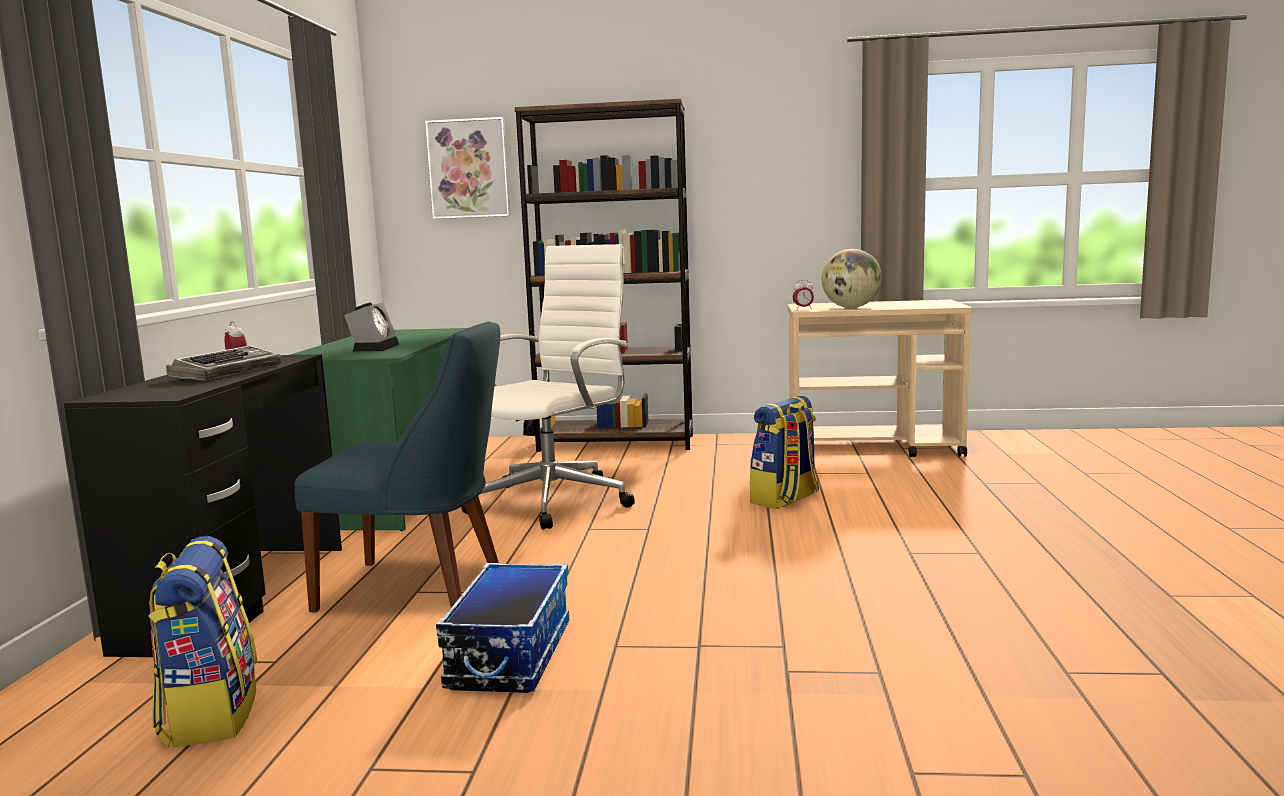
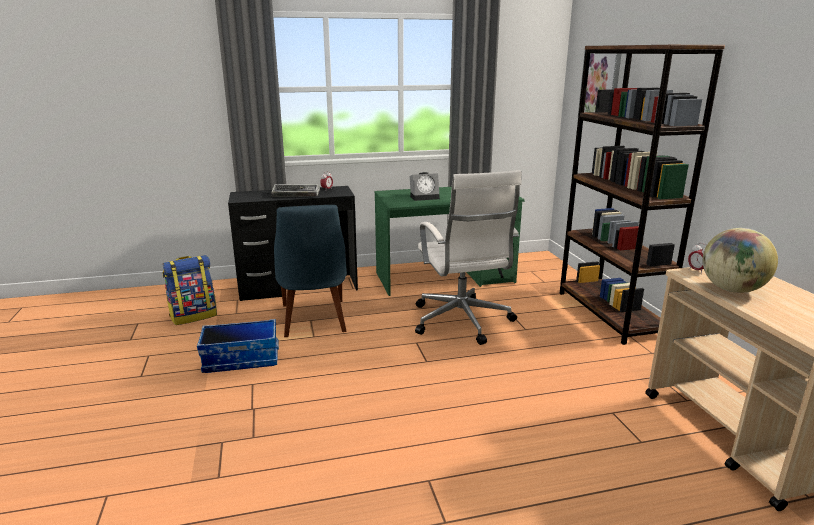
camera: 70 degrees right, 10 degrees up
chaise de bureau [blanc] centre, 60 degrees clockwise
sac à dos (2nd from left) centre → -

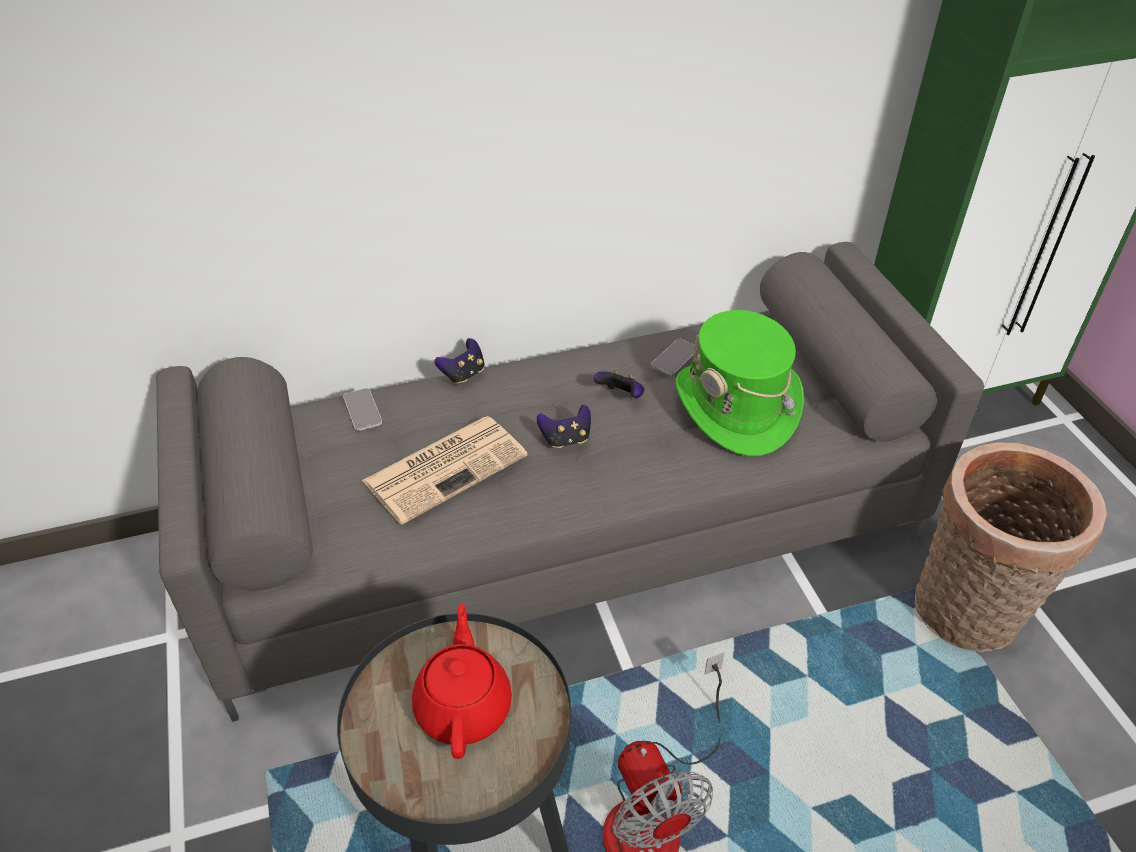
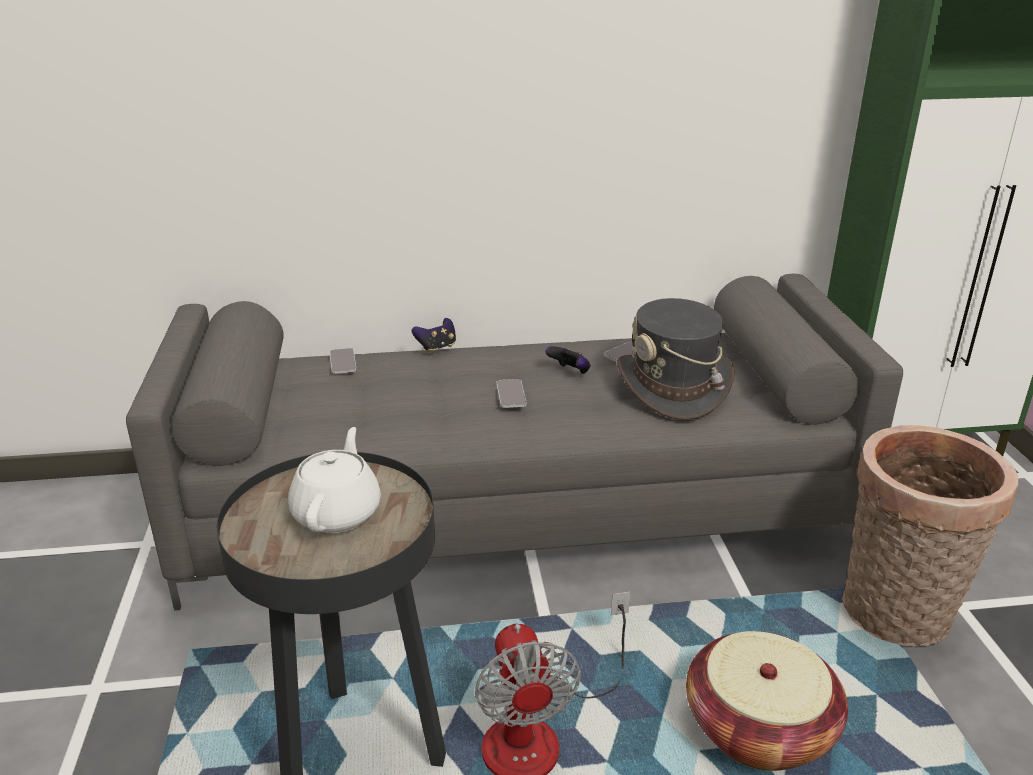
camera: 10 degrees right, 15 degrees down
théière [rouge] bottom centre → théière [blanc] middle left
manette (2nd from left) centre → téléphone (2nd from left) centre
chapeau [vert] centre → chapeau [gris] centre
- → panier (1st from left) bottom right
journal centre → -

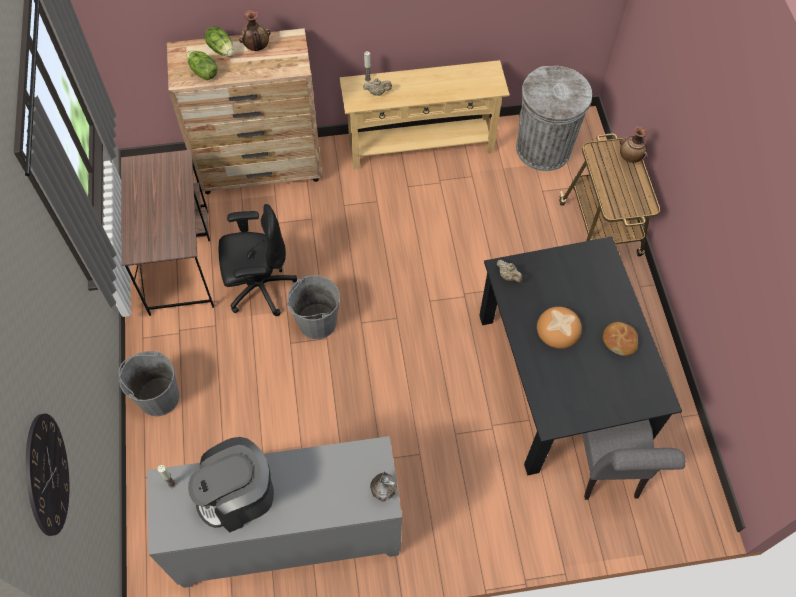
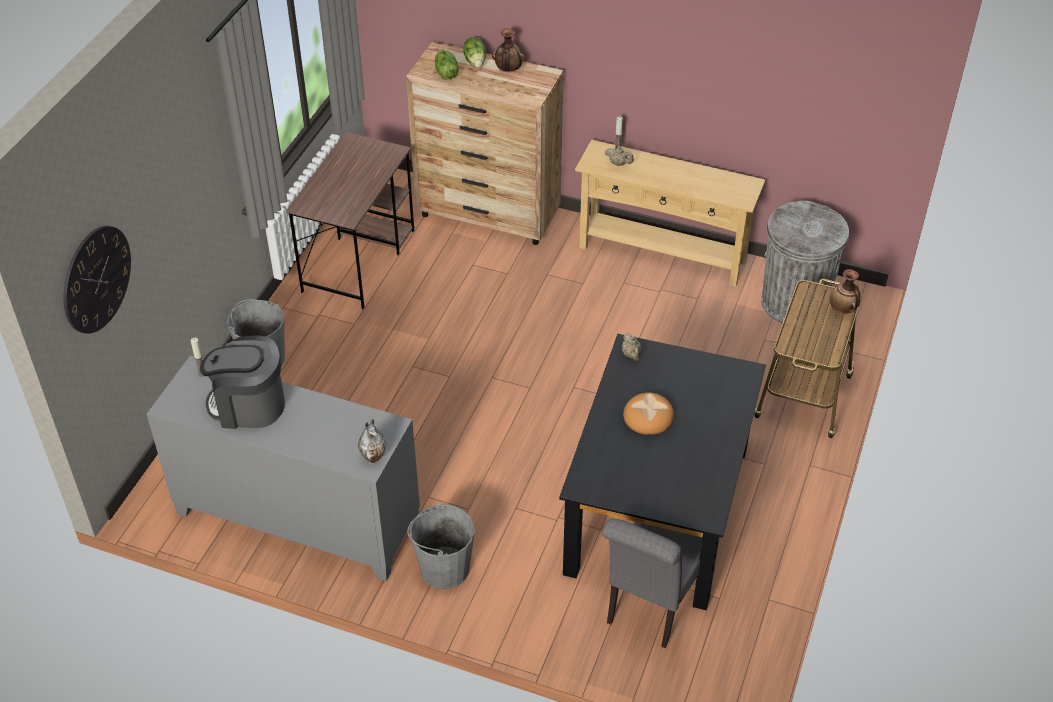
camera: 30 degrees right, 15 degrees down
seau [gris] (2nd from left) centre → seau [gris] (2nd from left) bottom centre, moved
chaise de bureau [noir] middle left → -
pain (2nd from left) middle right → -

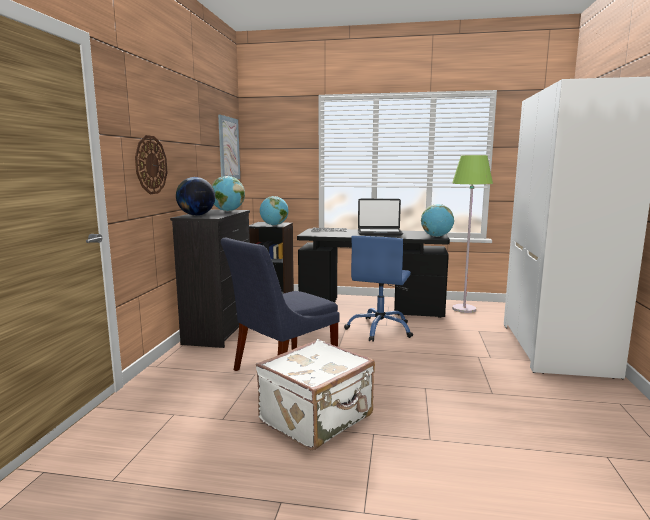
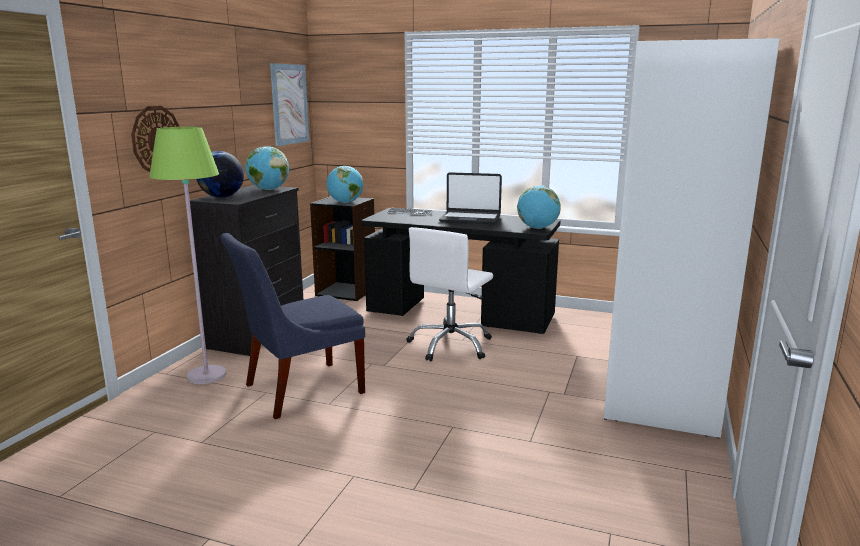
camera: 10 degrees right, 5 degrees up
lampadaire [vert] middle right → lampadaire [vert] middle left, moved
chaise de bureau [bleu] centre → chaise de bureau [blanc] centre
valise [blanc] bottom centre → -

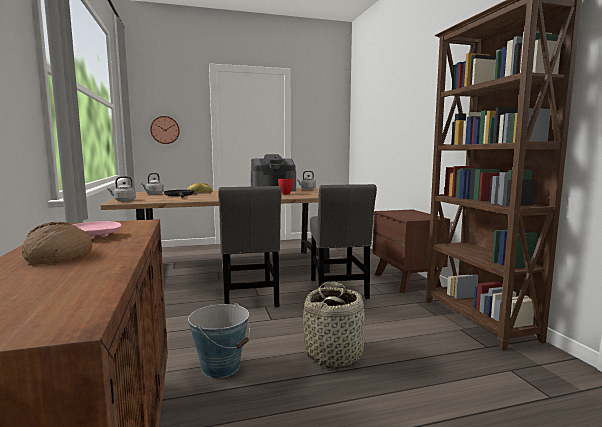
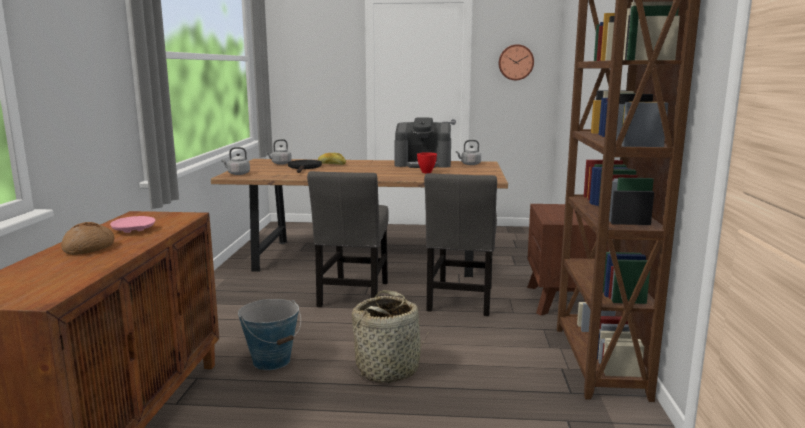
camera: 20 degrees right, 5 degrees up
horloge murale top left → horloge murale top centre, moved

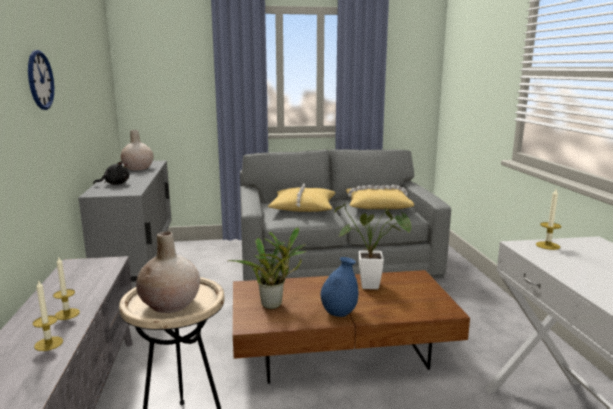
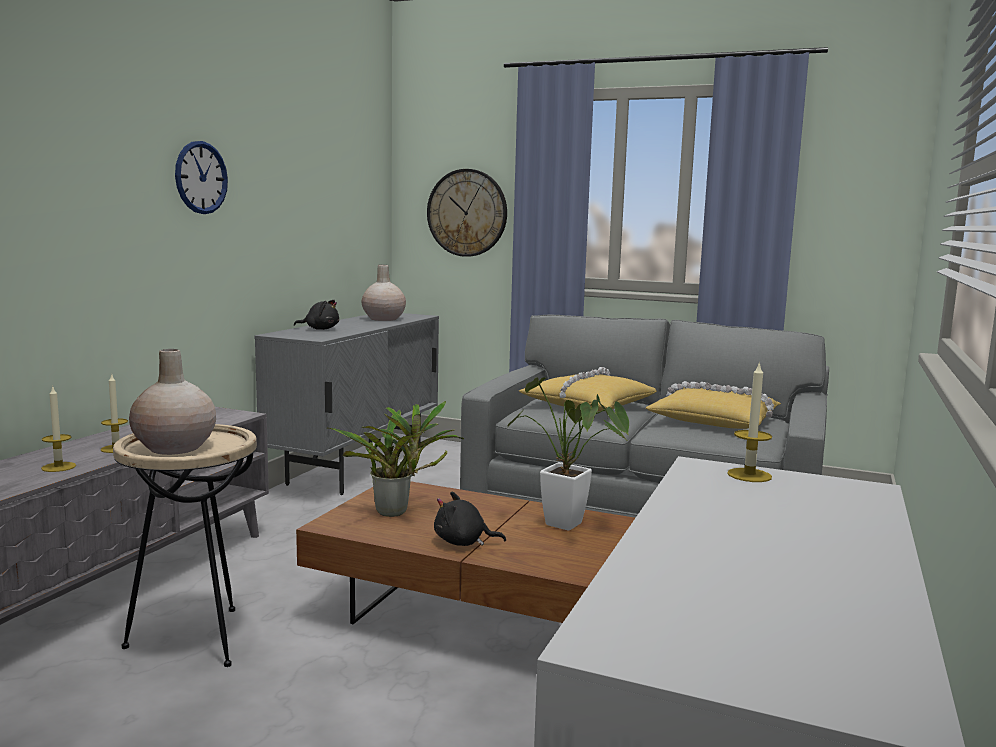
camera: 30 degrees right, 5 degrees down
- → horloge murale (2nd from left) top centre
vase [bleu] bottom centre → peluche [noir] (2nd from left) bottom centre

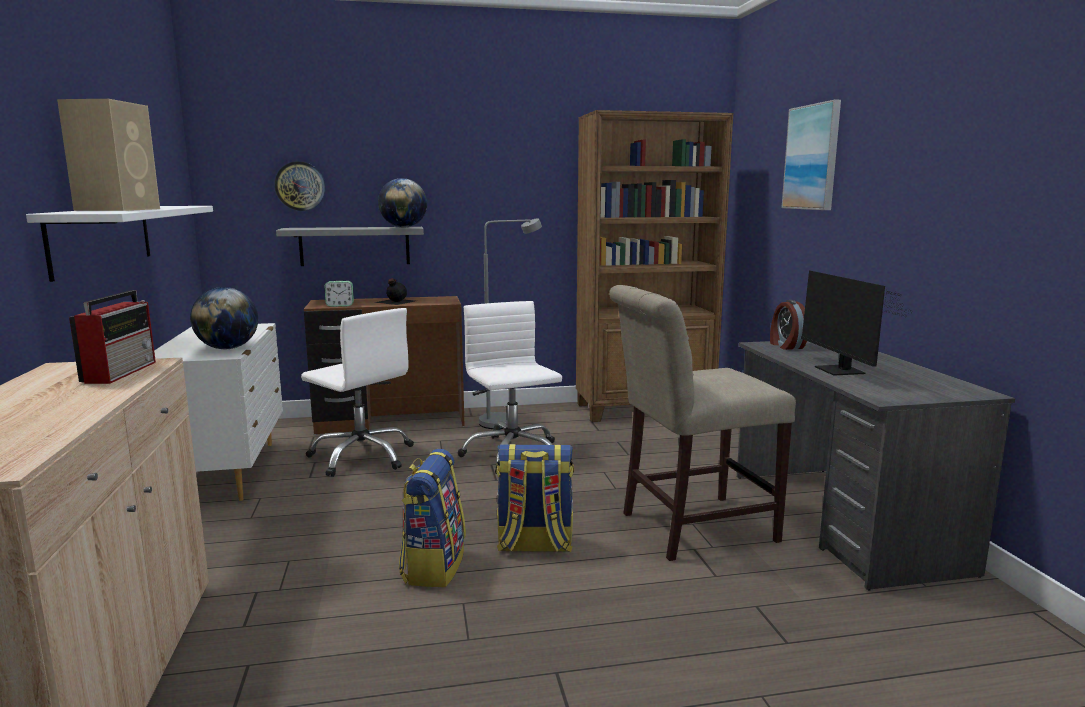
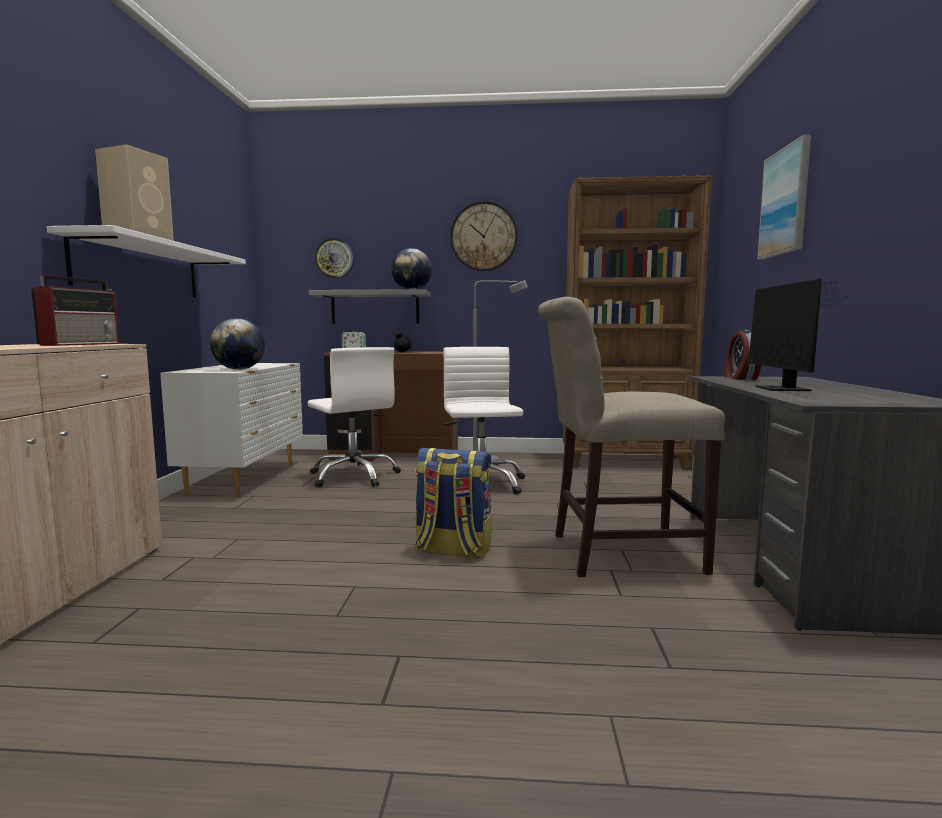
camera: 15 degrees right, 5 degrees down
- → horloge murale (2nd from left) top centre
sac à dos (1st from left) bottom centre → -

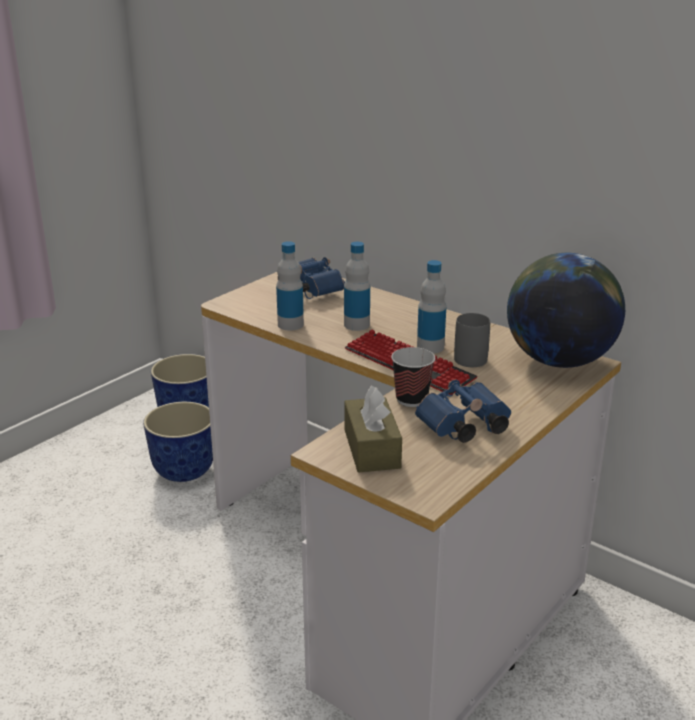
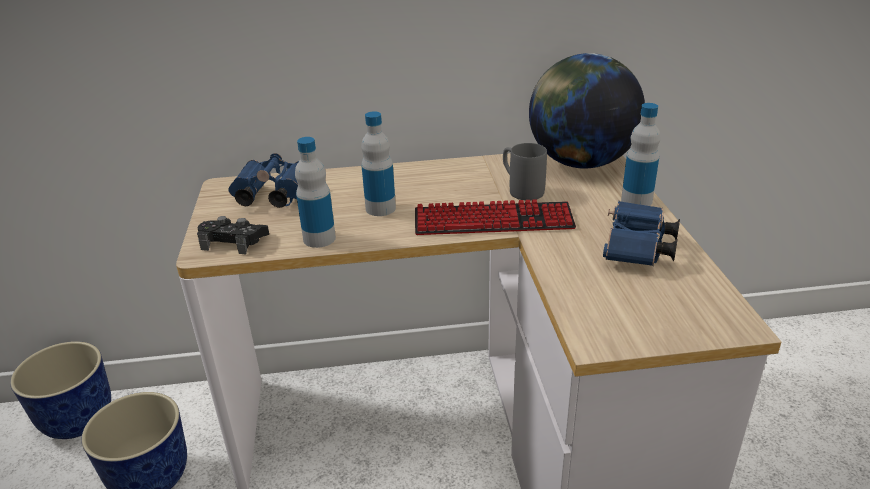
camera: 45 degrees left, 5 degrees up
- → manette [noir] middle left
bouteille (3rd from left) centre → bouteille (3rd from left) top right, moved
boîte à mouchoirs [marron] centre → -
tasse centre → -

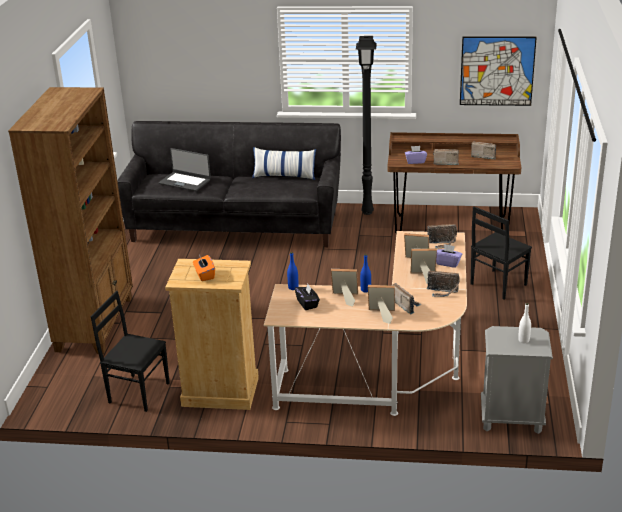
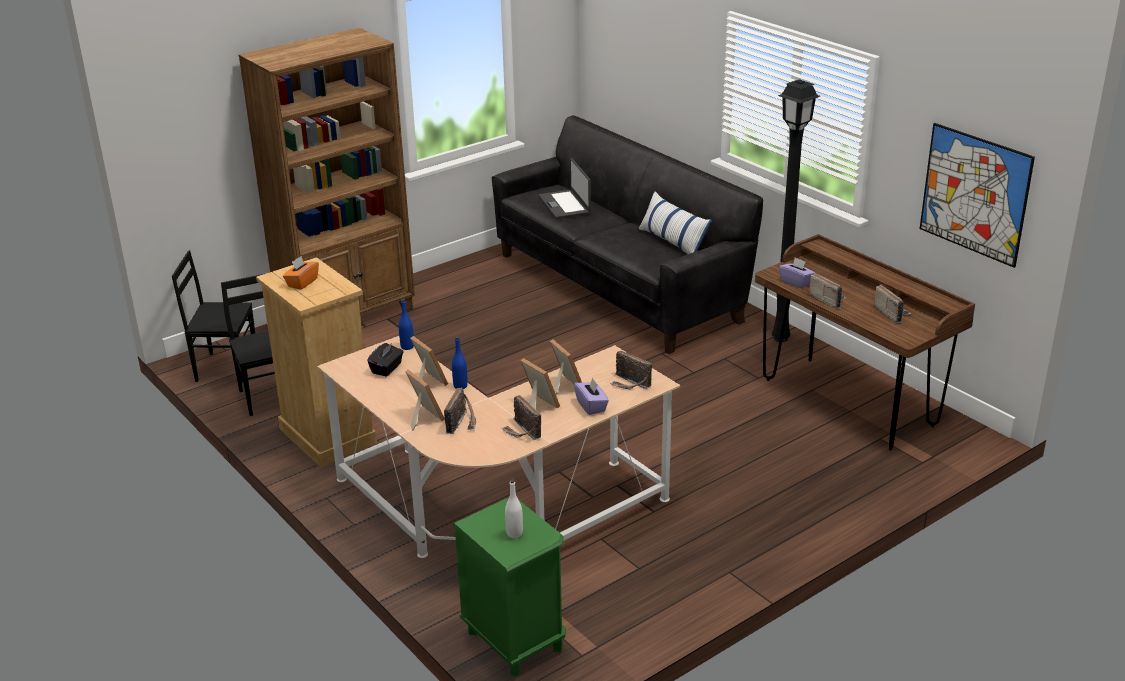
camera: 45 degrees right, 0 degrees up
chaise [noir] (2nd from left in the first image) middle right → chaise [noir] (1st from left) middle left, moved
table de chevet [gris] bottom right → table de chevet [vert] bottom centre

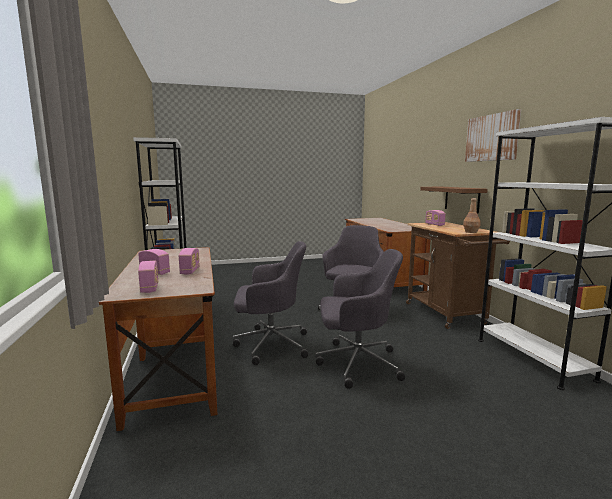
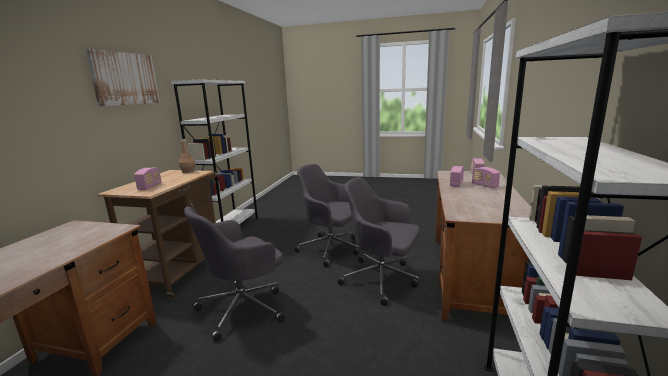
camera: 150 degrees left, 5 degrees up
étagère [marron] middle right → -

